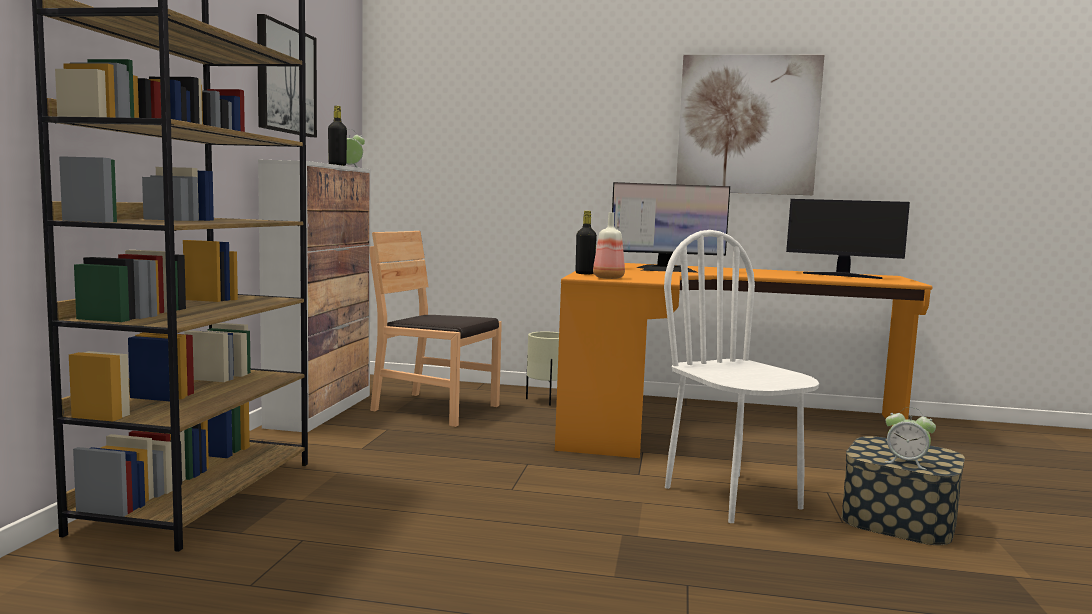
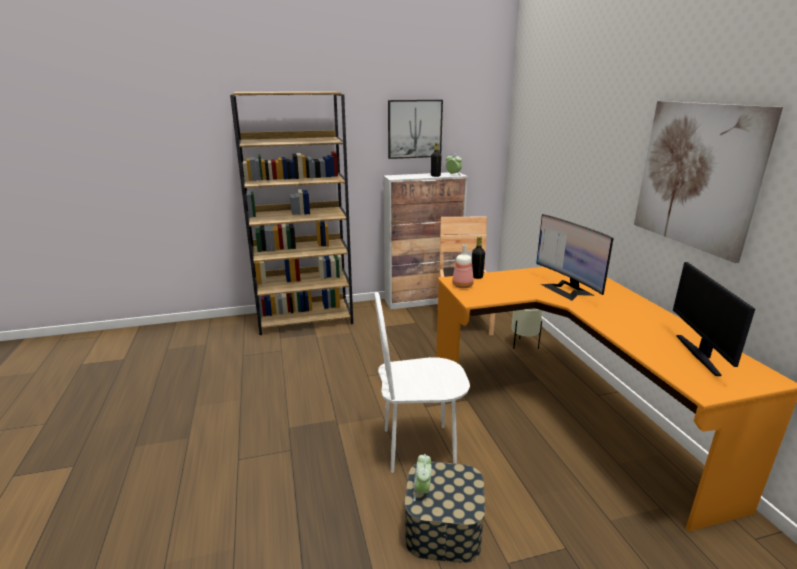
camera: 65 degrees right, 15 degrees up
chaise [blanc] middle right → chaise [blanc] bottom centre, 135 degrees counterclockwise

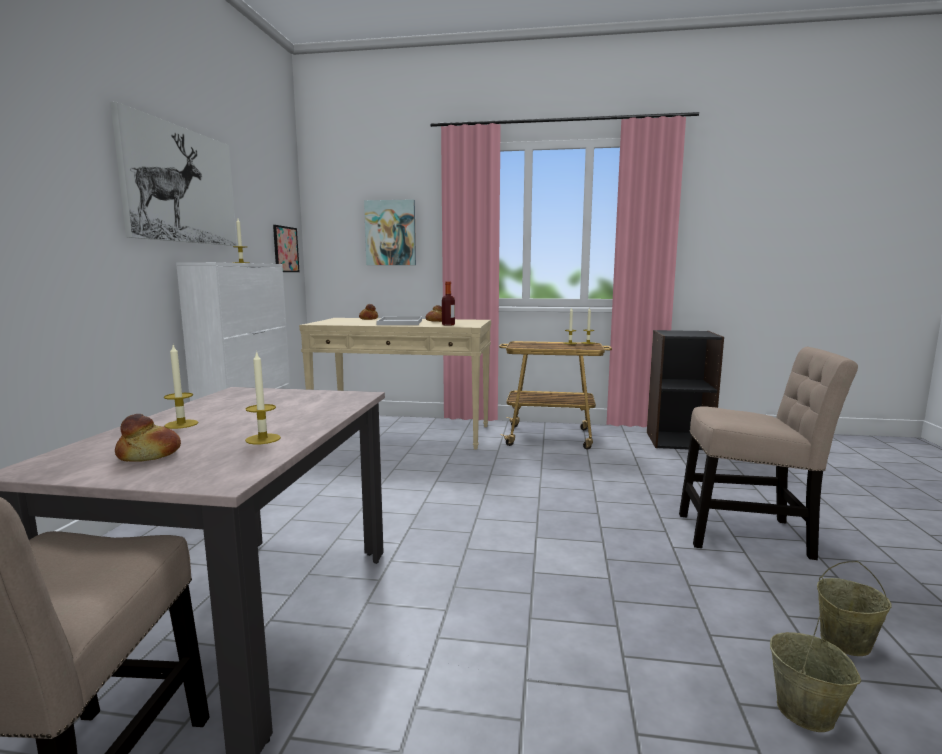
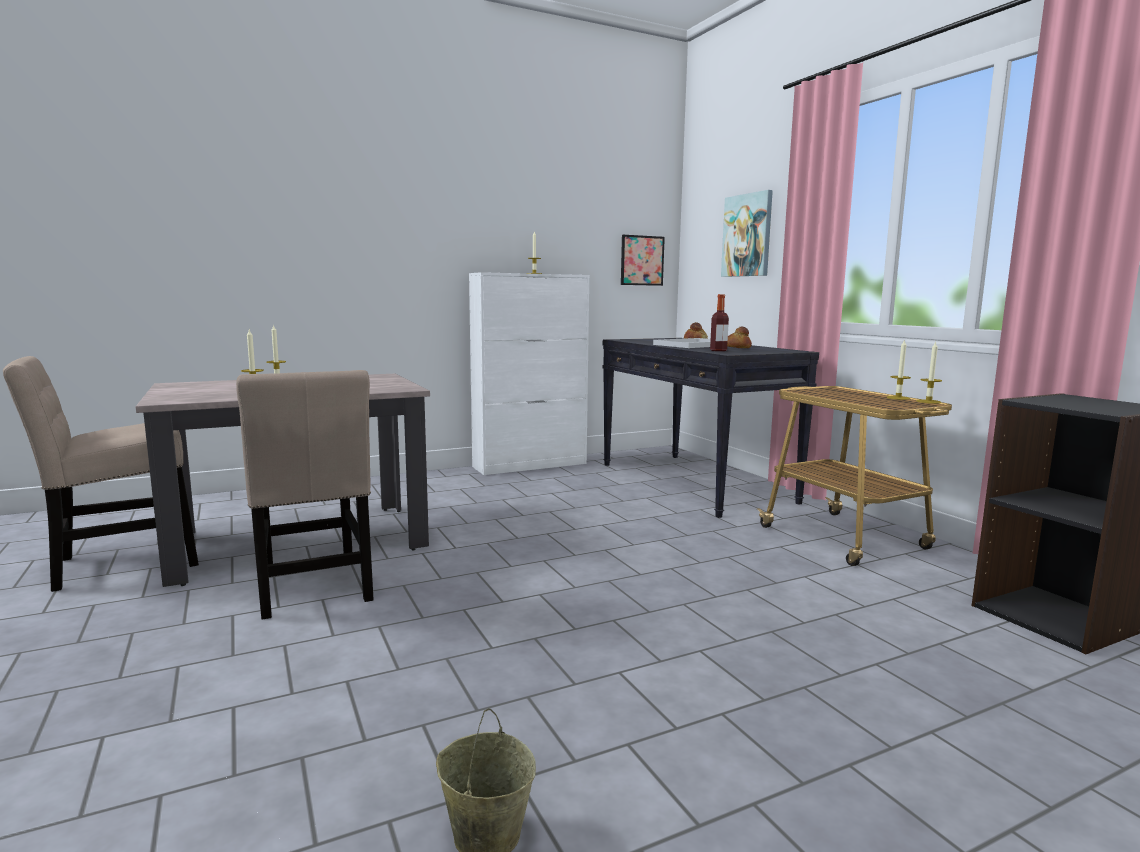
camera: 55 degrees right, 0 degrees up
chaise [beige] (2nd from left) middle right → chaise [beige] (2nd from left) middle left, moved
table console [beige] centre → table console [noir] centre
tableau (1st from left) top left → -
pain (1st from left) middle left → -
seau [beige] (1st from left) bottom right → -

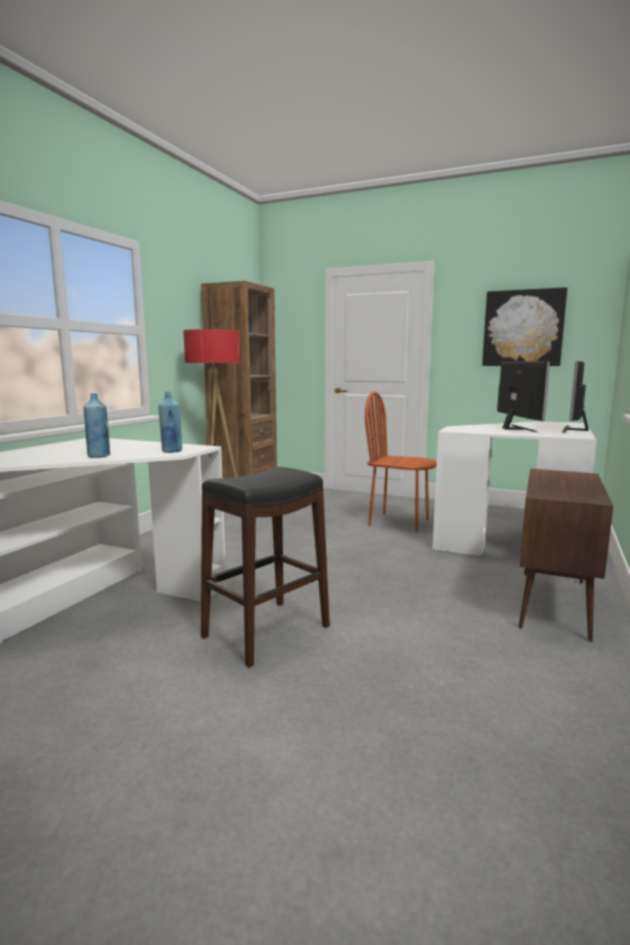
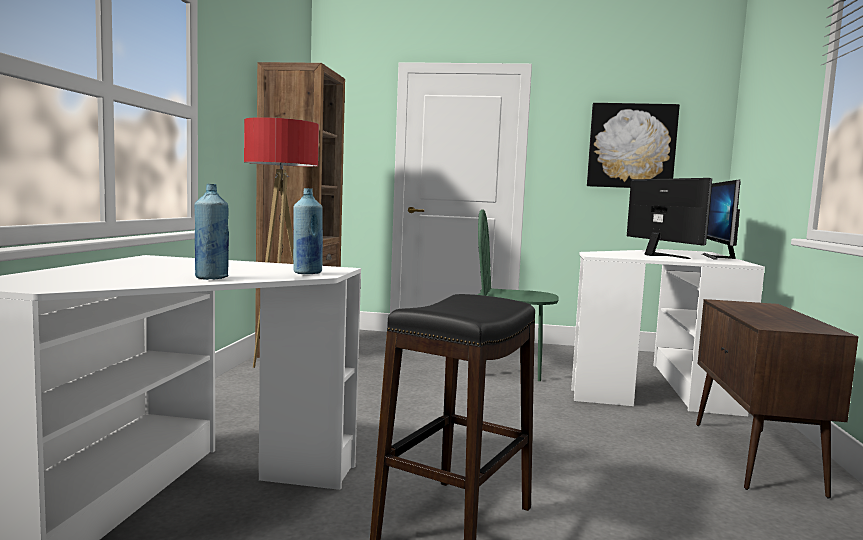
camera: 15 degrees left, 5 degrees down
chaise [marron] centre → chaise [vert] centre

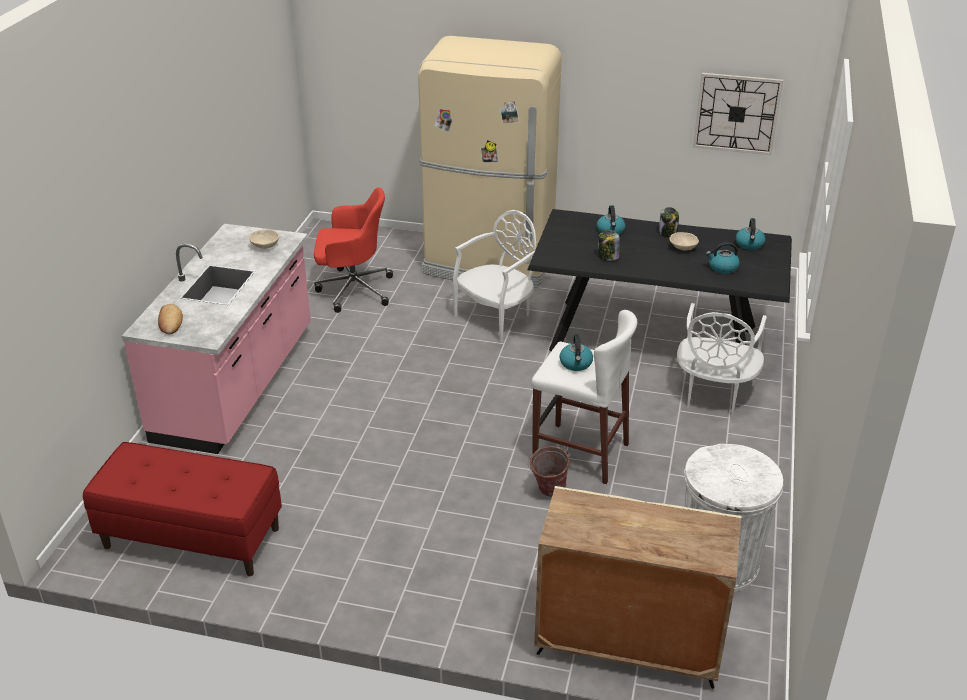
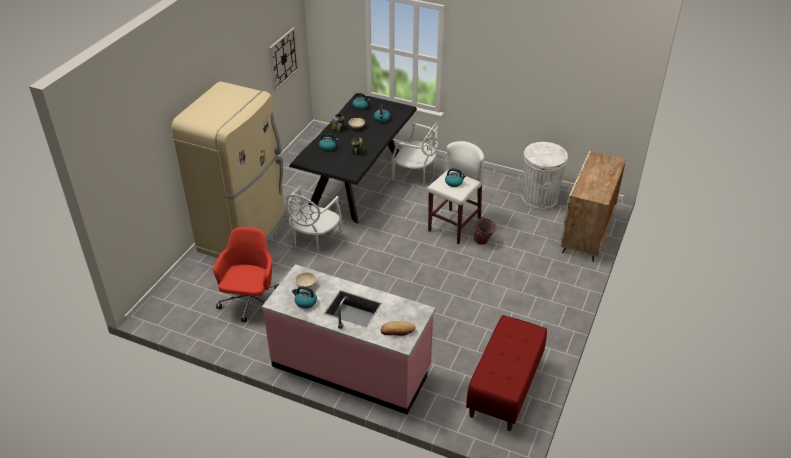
camera: 80 degrees left, 5 degrees up
chaise [blanc] (1st from left) centre, 120 degrees counterclockwise
- → bouilloire (1st from left) centre

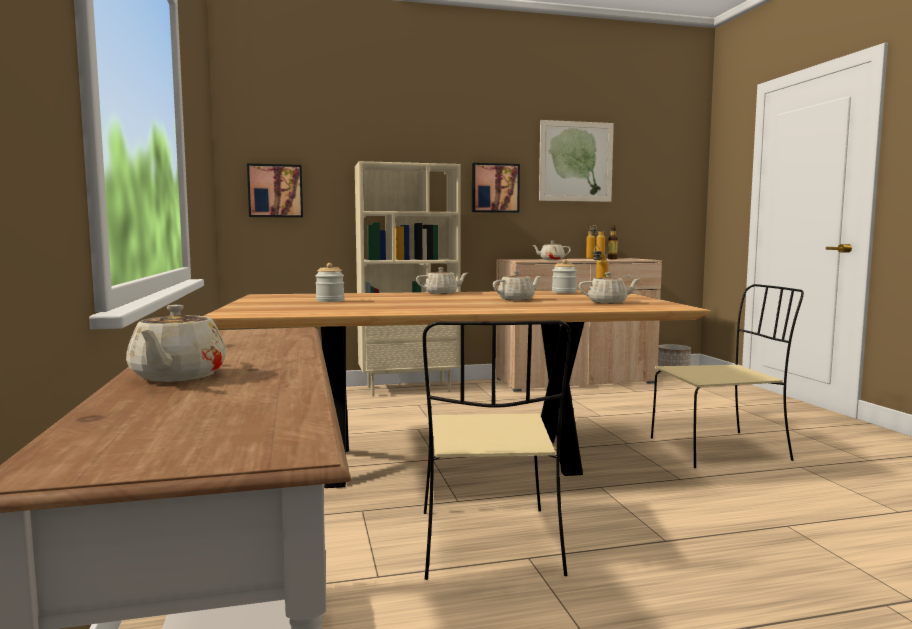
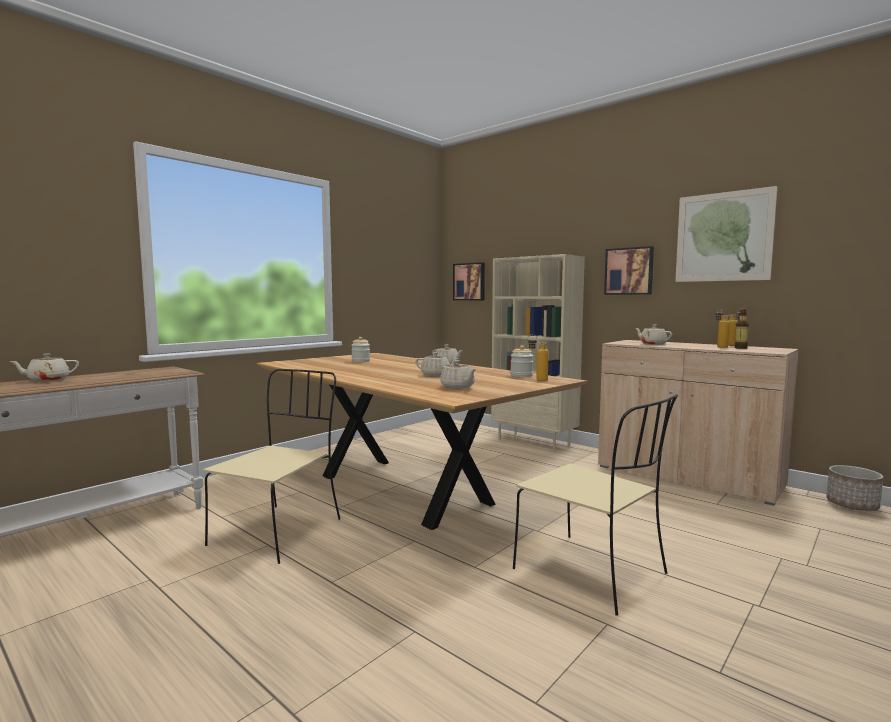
camera: 55 degrees right, 0 degrees up
chaise [beige] (1st from left) bottom centre → chaise [beige] (1st from left) middle left, 150 degrees clockwise

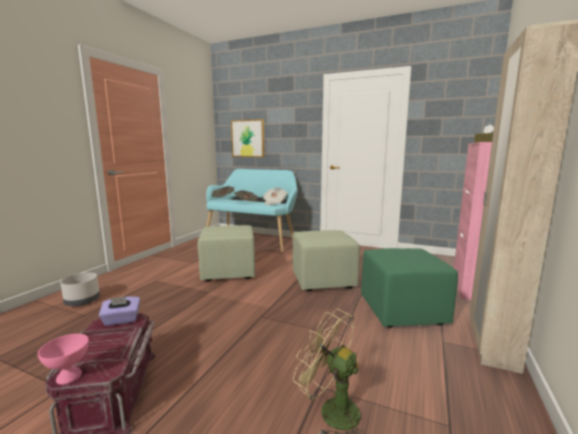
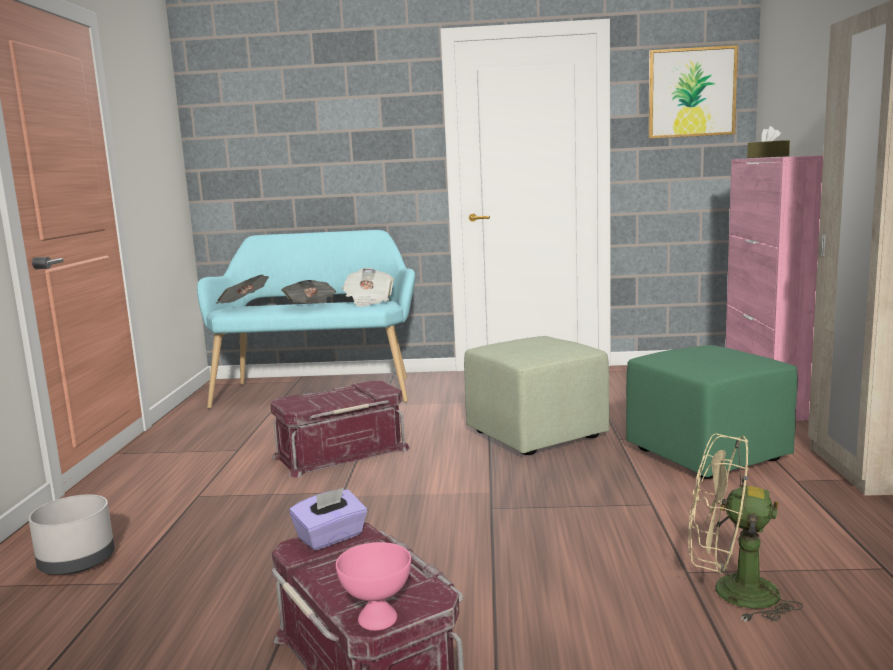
camera: 20 degrees left, 0 degrees up
pouf [vert] (1st from left) centre → boîte de rangement [rouge] (1st from left) centre
tableau top centre → tableau top right, moved

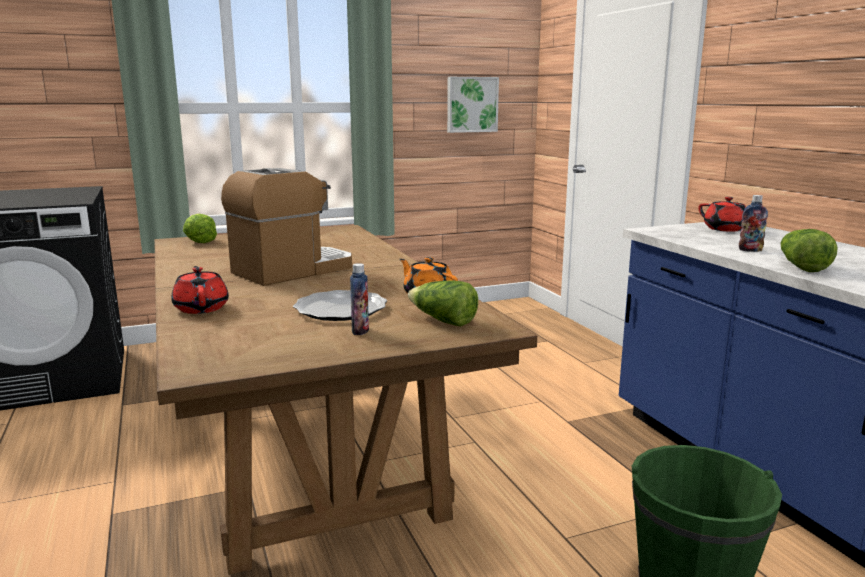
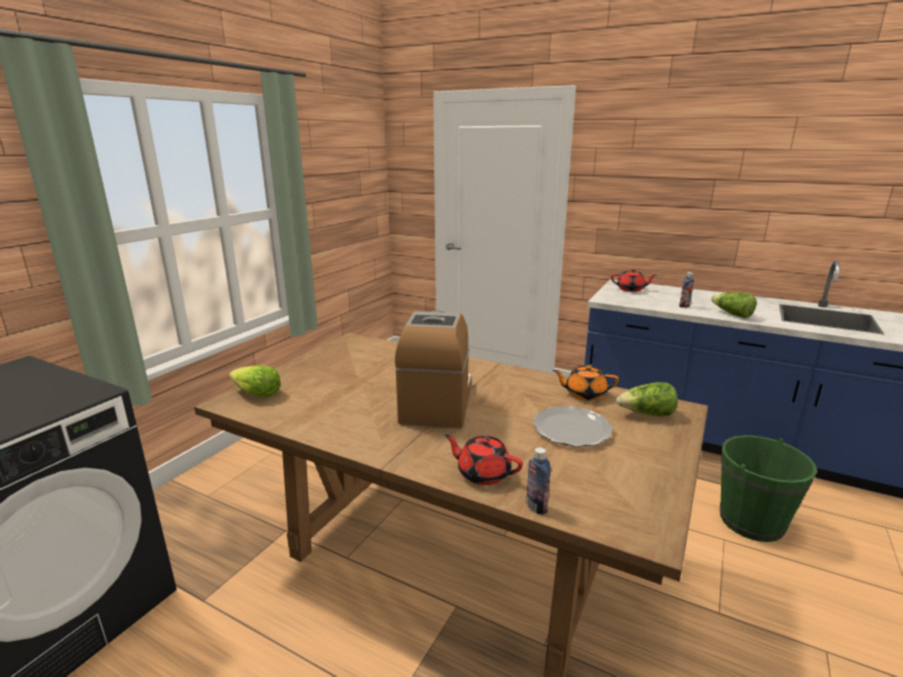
camera: 40 degrees left, 5 degrees up
bouteille (1st from left) centre → bouteille (1st from left) bottom centre, moved
tableau top centre → -

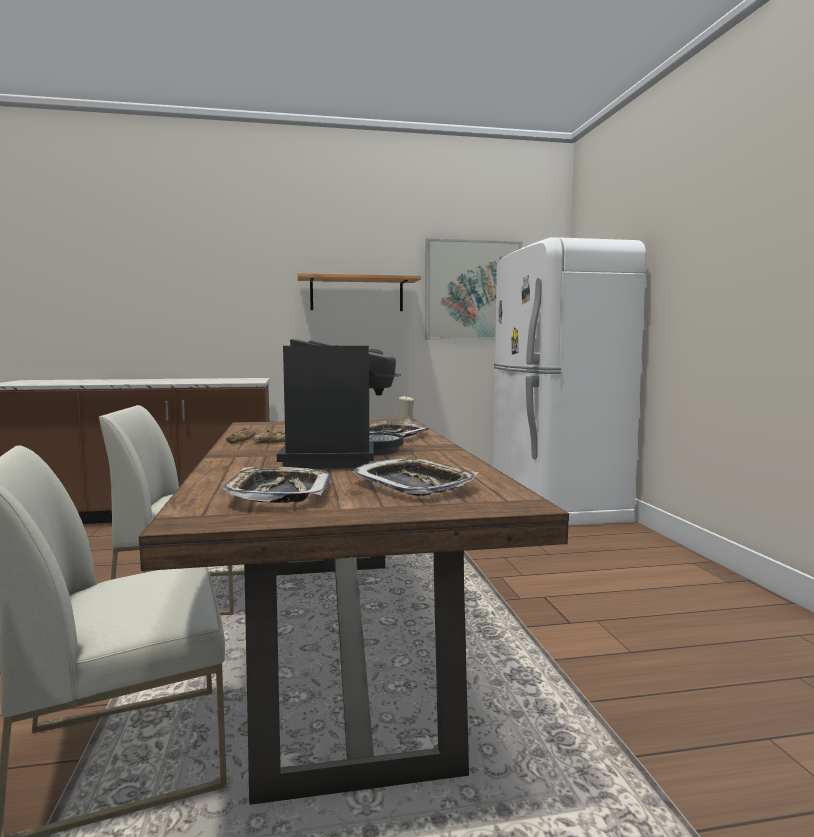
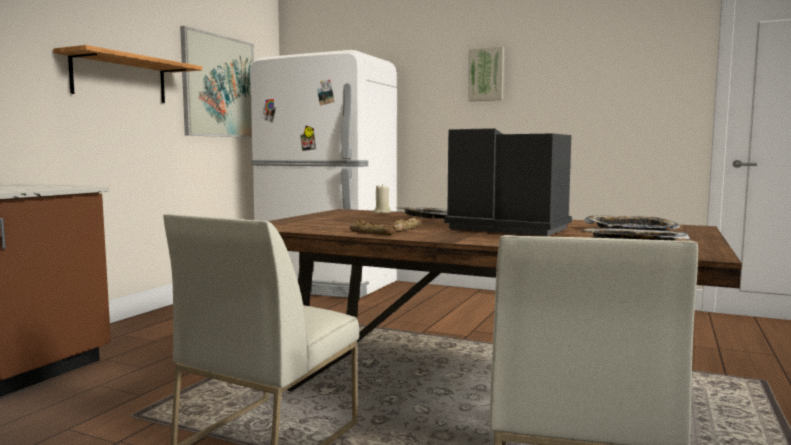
camera: 55 degrees left, 0 degrees up
- → tableau (2nd from left) top centre

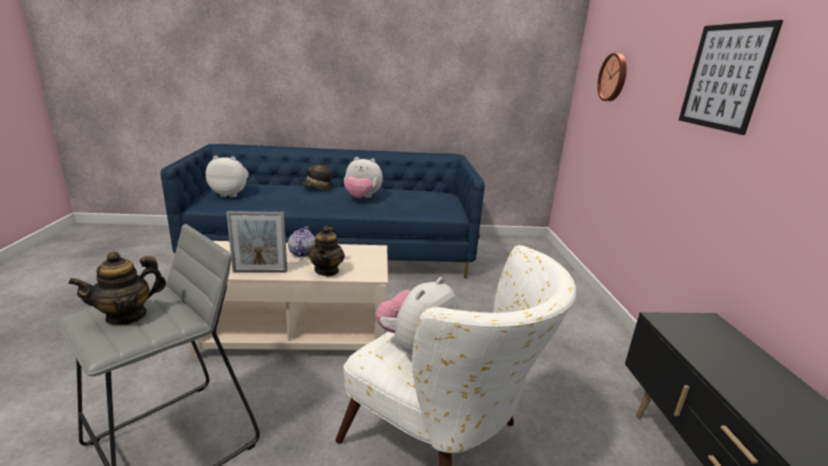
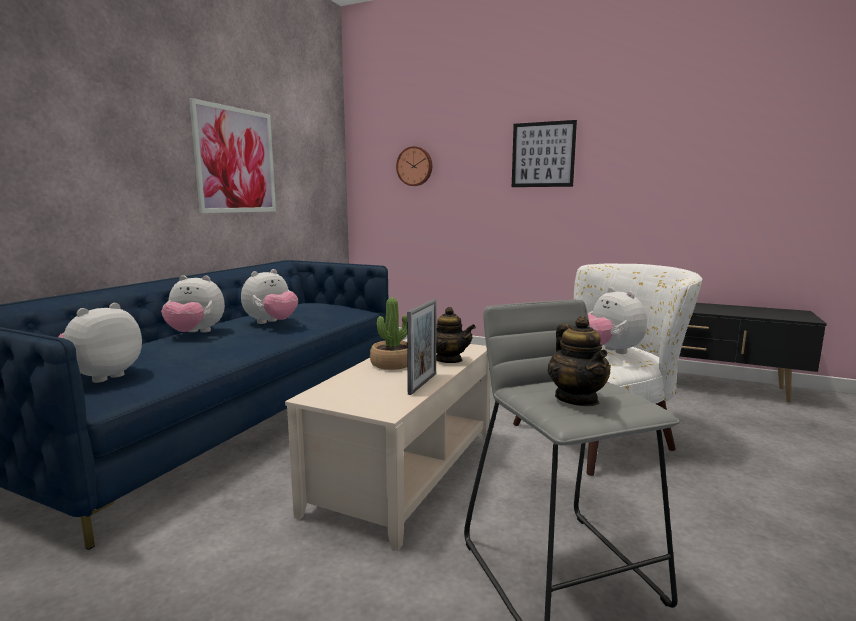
camera: 60 degrees left, 10 degrees down
chapeau centre → peluche (2nd from left) middle left
- → tableau (1st from left) top left
théière (2nd from left) centre → plante en pot centre

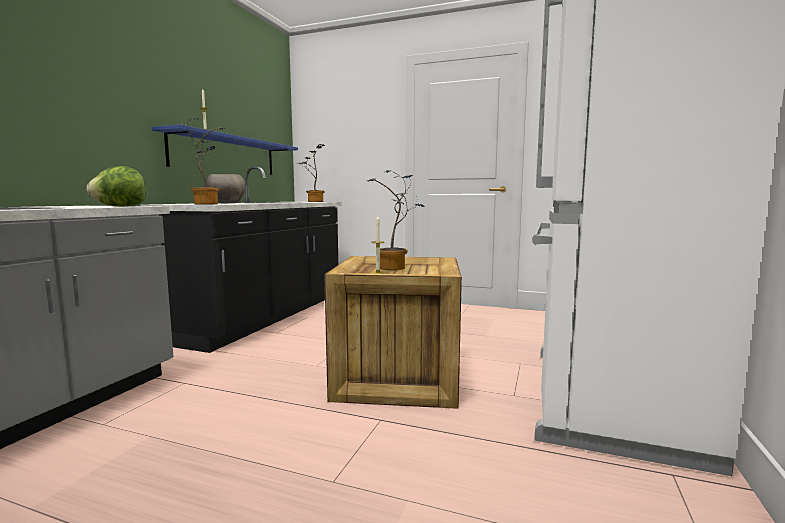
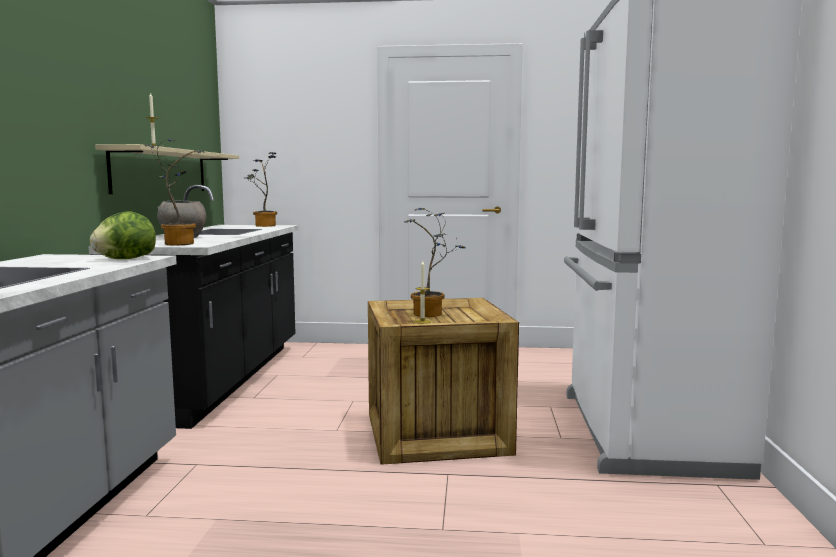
camera: 15 degrees left, 0 degrees up
étagère [bleu] top left → étagère [beige] top left

